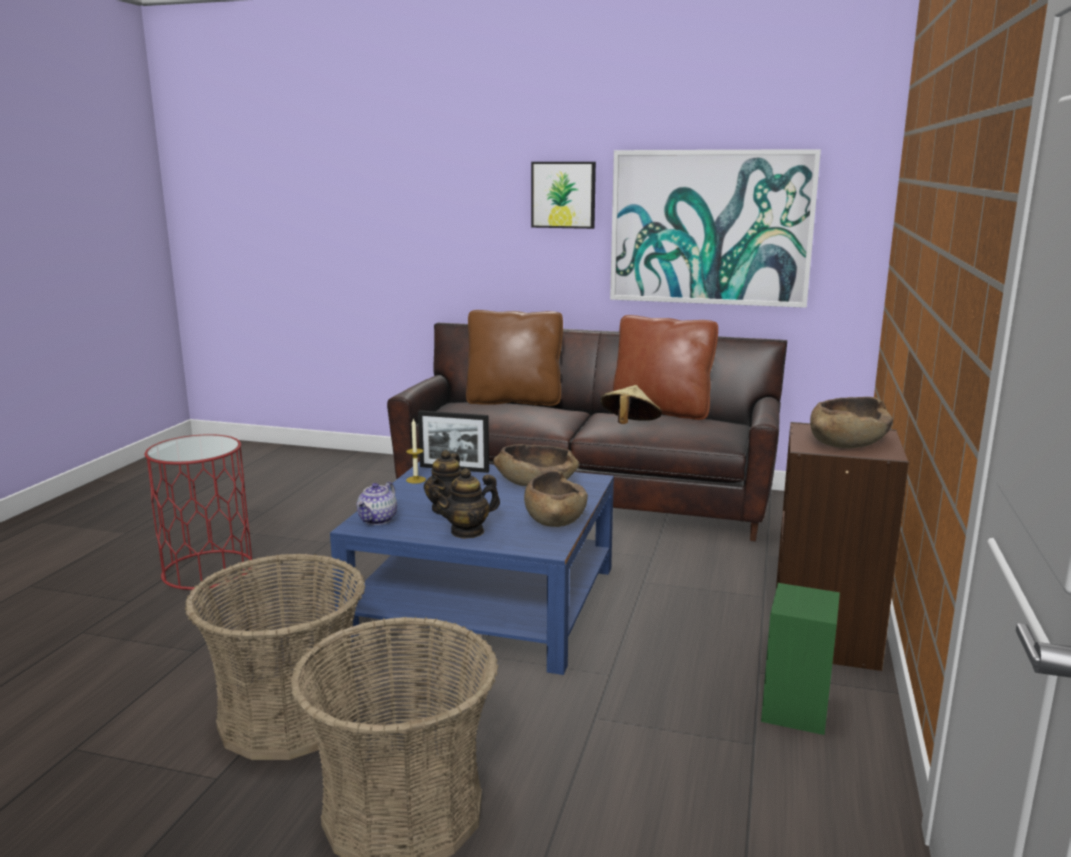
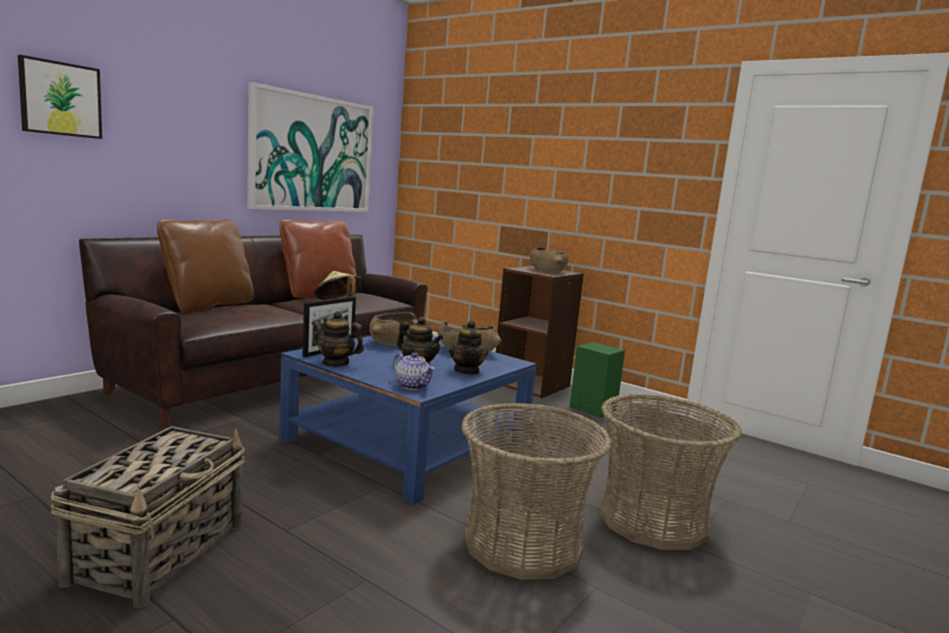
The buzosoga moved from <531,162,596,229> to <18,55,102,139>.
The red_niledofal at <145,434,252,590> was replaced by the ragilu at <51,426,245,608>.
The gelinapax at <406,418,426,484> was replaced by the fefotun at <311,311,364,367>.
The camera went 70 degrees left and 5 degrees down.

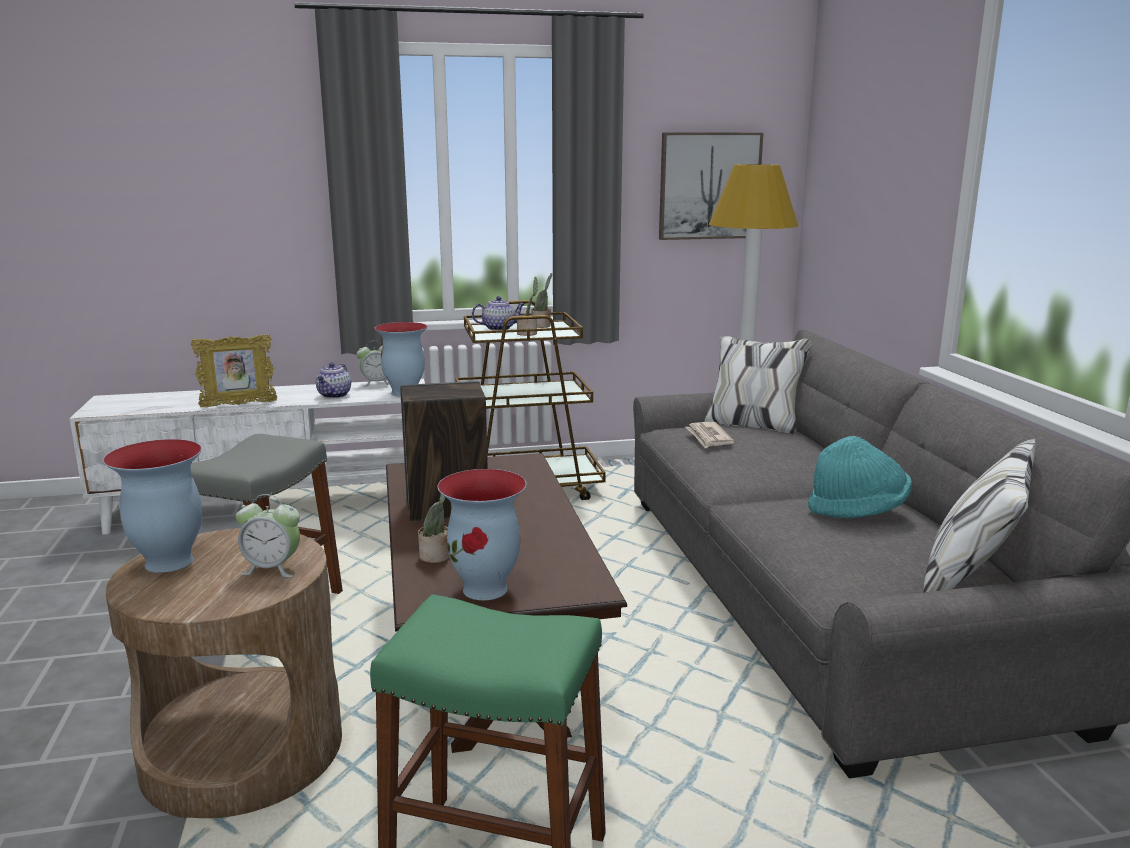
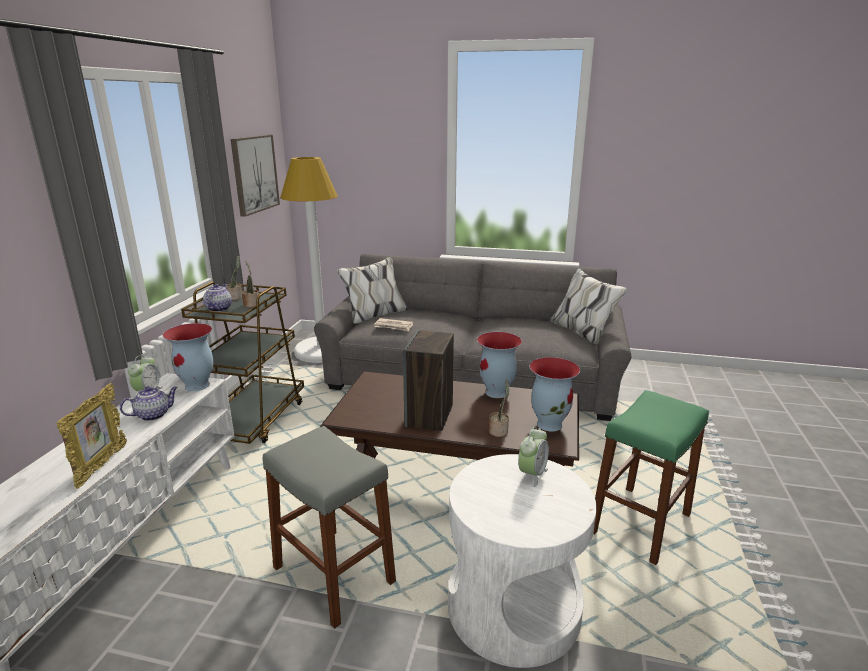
The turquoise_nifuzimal at <808,436,912,518> disappeared.
The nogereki moved from <103,439,202,573> to <477,332,522,398>.
The brown_niledofal at <106,528,342,818> became the white_niledofal at <448,454,597,668>.
The fefotun at <316,362,351,398> turned 75 degrees counterclockwise.
The camera went 65 degrees left and 5 degrees up.

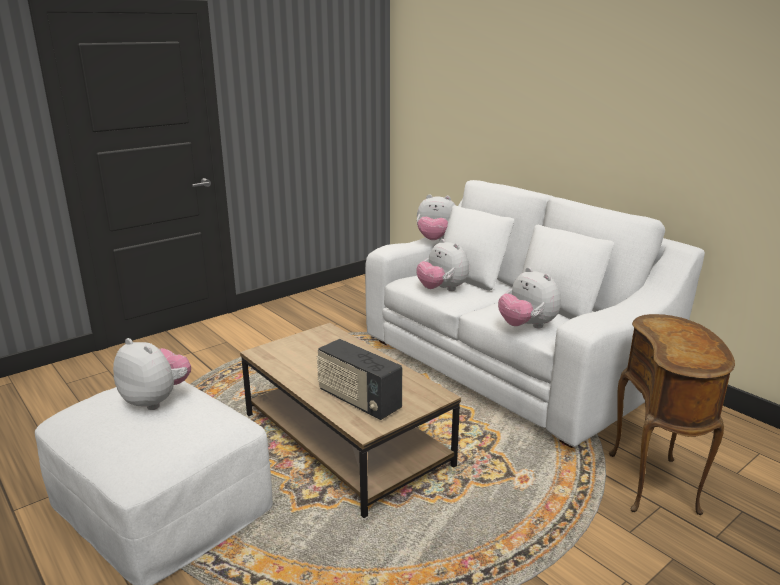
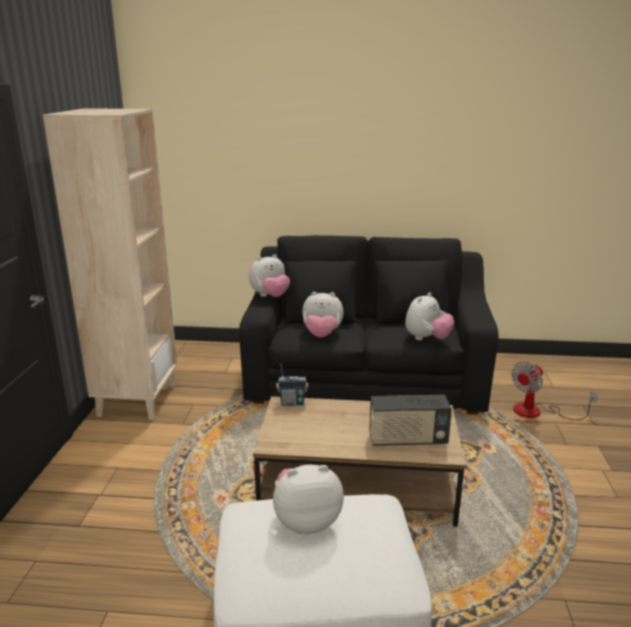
The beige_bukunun at <43,108,177,420> appeared.
The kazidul at <276,364,308,406> appeared.
The brown_niledofal at <609,314,735,515> was replaced by the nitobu at <511,362,598,420>.
The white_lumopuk at <365,180,705,448> became the black_lumopuk at <239,235,499,414>.
The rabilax at <498,267,561,328> turned 60 degrees counterclockwise.
The camera went 45 degrees left and 0 degrees up.

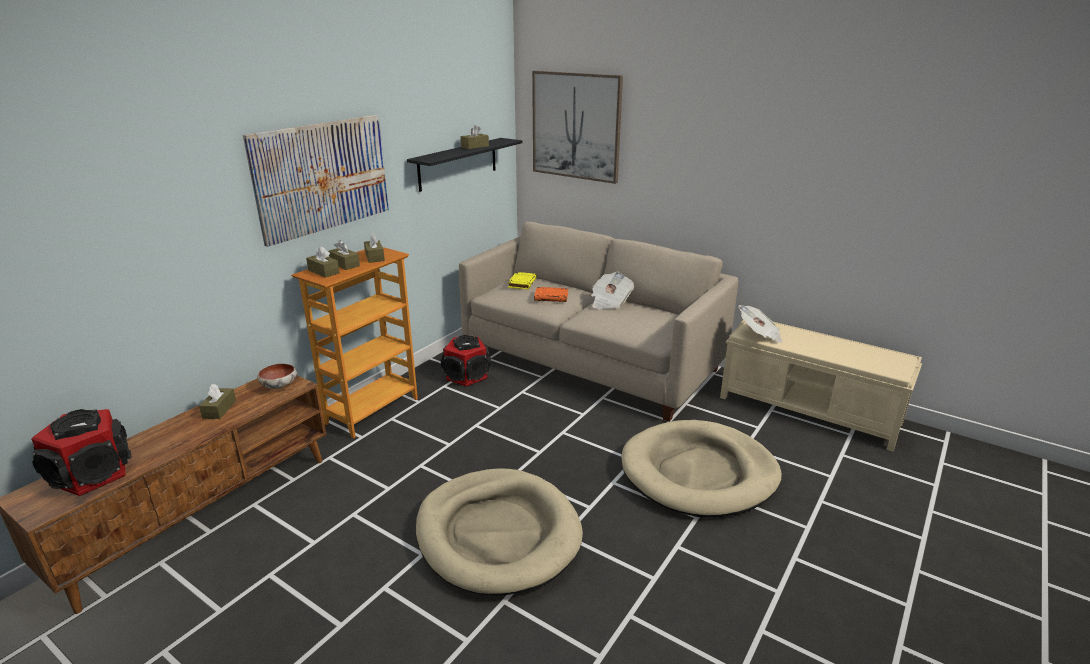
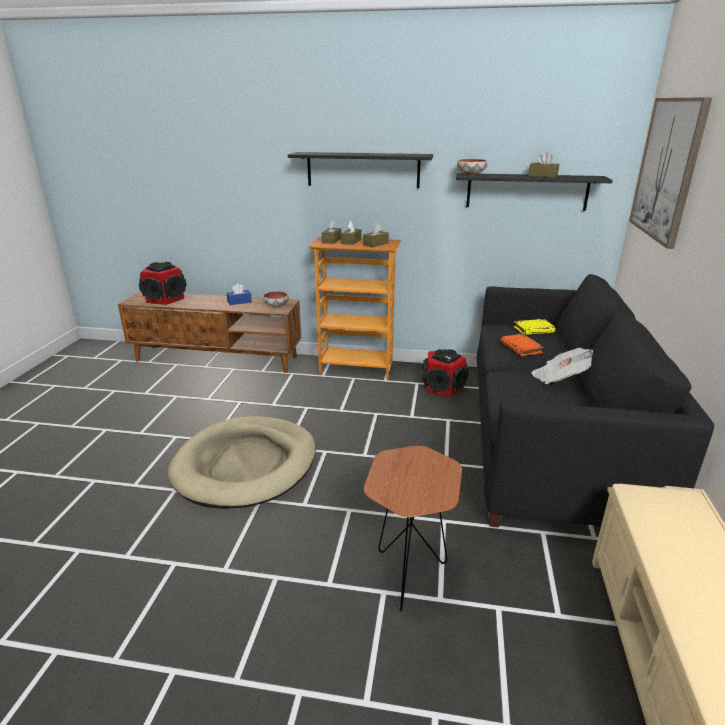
The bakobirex at <738,305,782,343> disappeared.
The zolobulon at <457,159,487,175> appeared.
The buzosoga at <243,115,389,247> was replaced by the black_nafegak at <288,152,433,188>.
The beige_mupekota at <622,420,782,518> was replaced by the brown_niledofal at <364,445,462,612>.
The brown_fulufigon at <199,384,236,419> became the blue_fulufigon at <227,284,252,305>.
The beige_lumopuk at <459,222,738,422> became the black_lumopuk at <477,274,714,527>.
The camera went 65 degrees right and 0 degrees up.

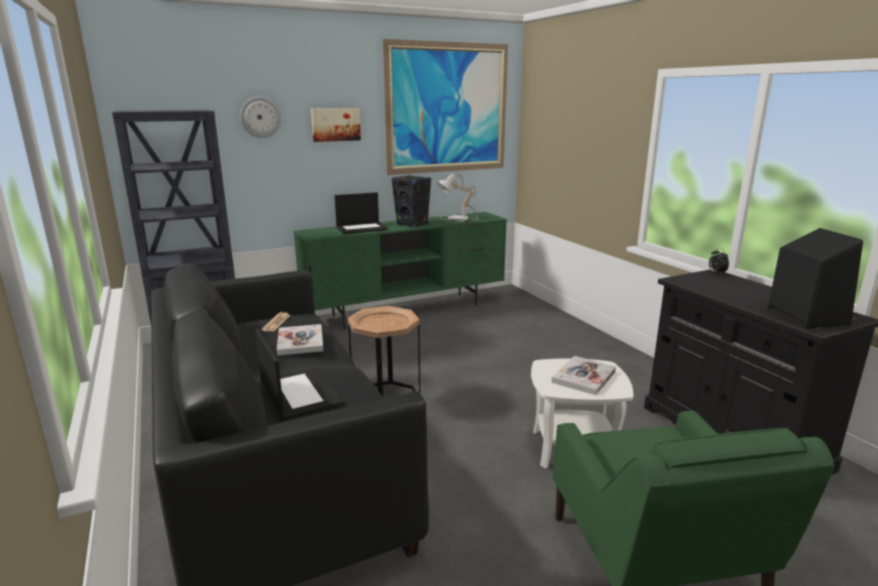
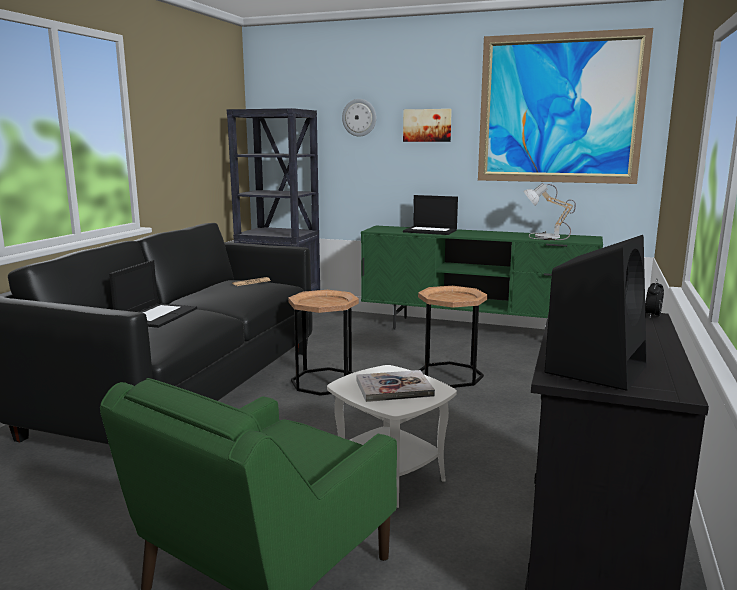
The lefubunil at <277,324,323,356> disappeared.
The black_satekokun at <391,175,431,228> disappeared.
The brown_niledofal at <418,286,488,388> appeared.
The camera went 45 degrees right and 5 degrees down.

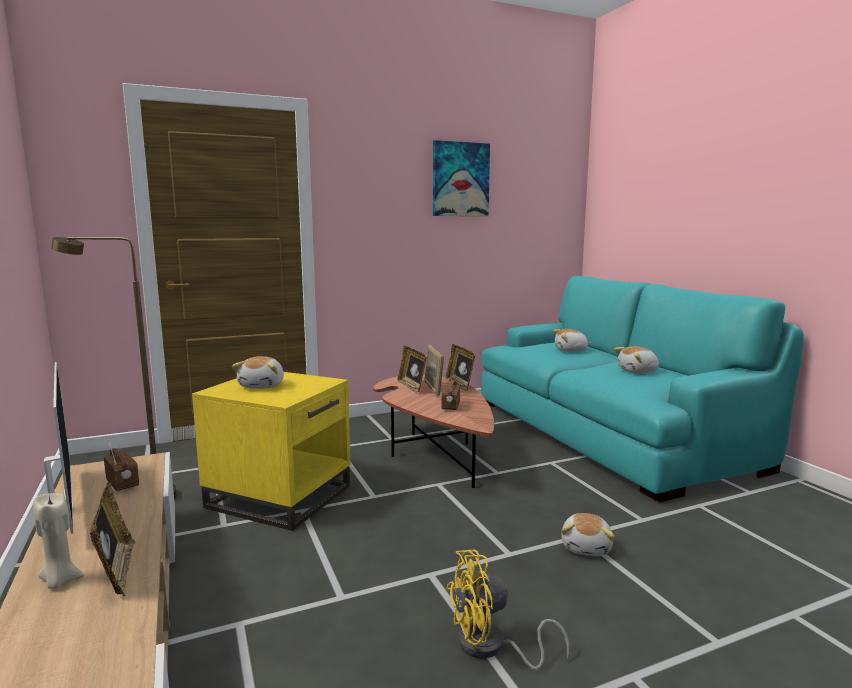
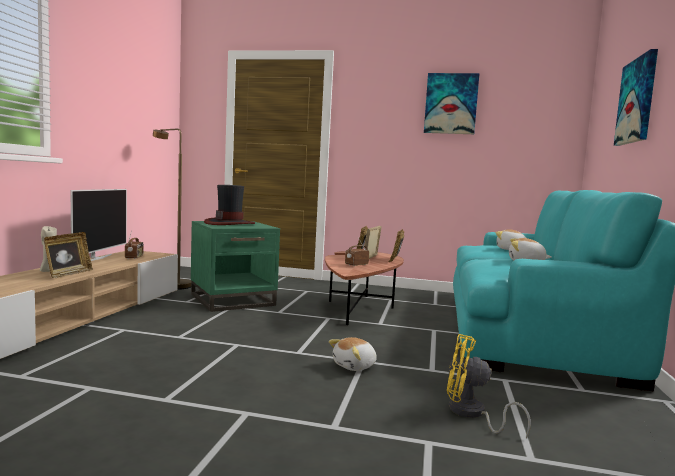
The buzosoga at <614,49,658,146> appeared.
The yellow_nitobu moved from <446,550,570,670> to <447,334,531,438>.
The rabilax at <232,356,284,389> was replaced by the nifuzimal at <204,185,255,225>.
The yellow_niledofal at <192,372,350,531> became the green_niledofal at <191,221,280,312>.
The camera went 35 degrees right and 5 degrees down.

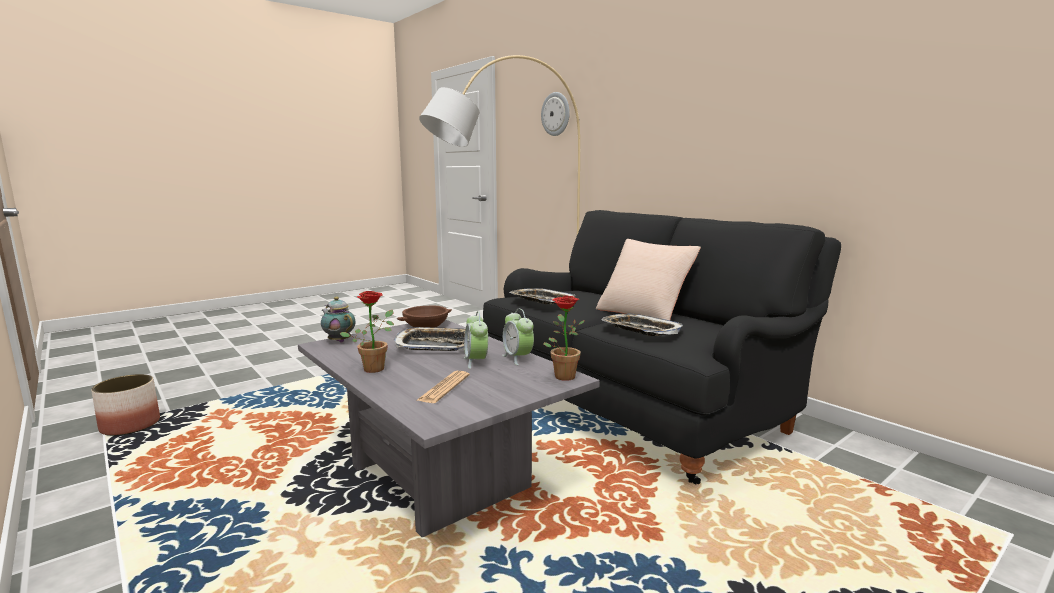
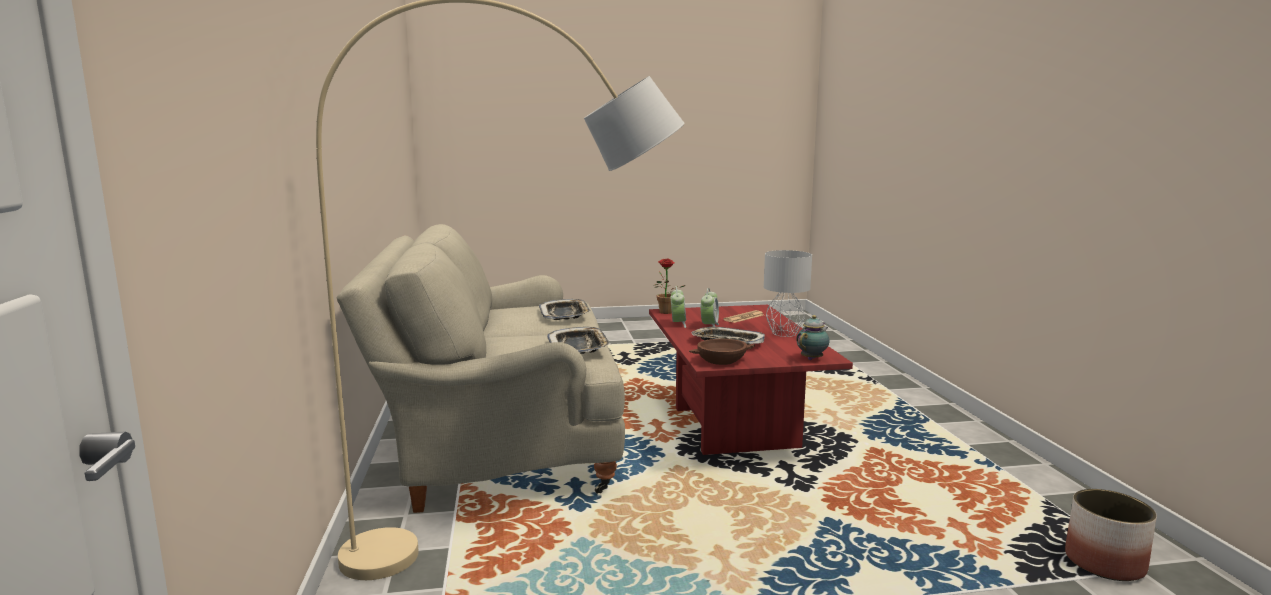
The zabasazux at <541,92,570,136> disappeared.
The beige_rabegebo at <596,239,701,320> disappeared.
The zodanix at <339,291,394,373> was replaced by the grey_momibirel at <764,250,812,337>.
The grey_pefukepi at <298,320,600,538> became the red_pefukepi at <649,305,853,455>.
The black_lumopuk at <483,210,841,485> became the beige_lumopuk at <336,224,625,513>.
The fefotun at <321,297,356,343> turned 120 degrees counterclockwise.
The camera went 150 degrees left and 0 degrees up.

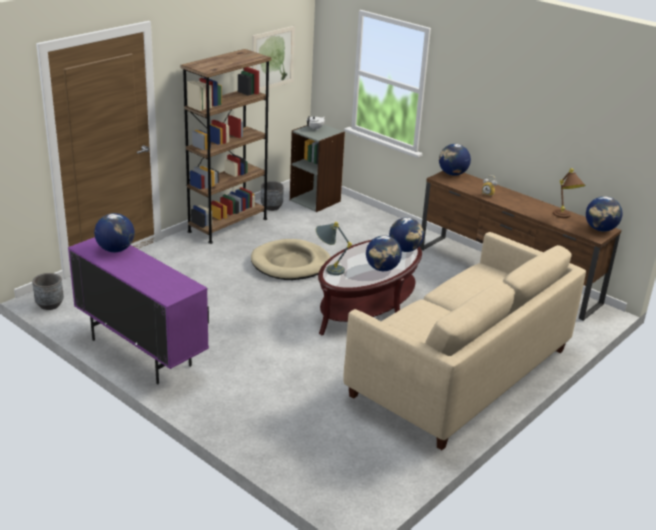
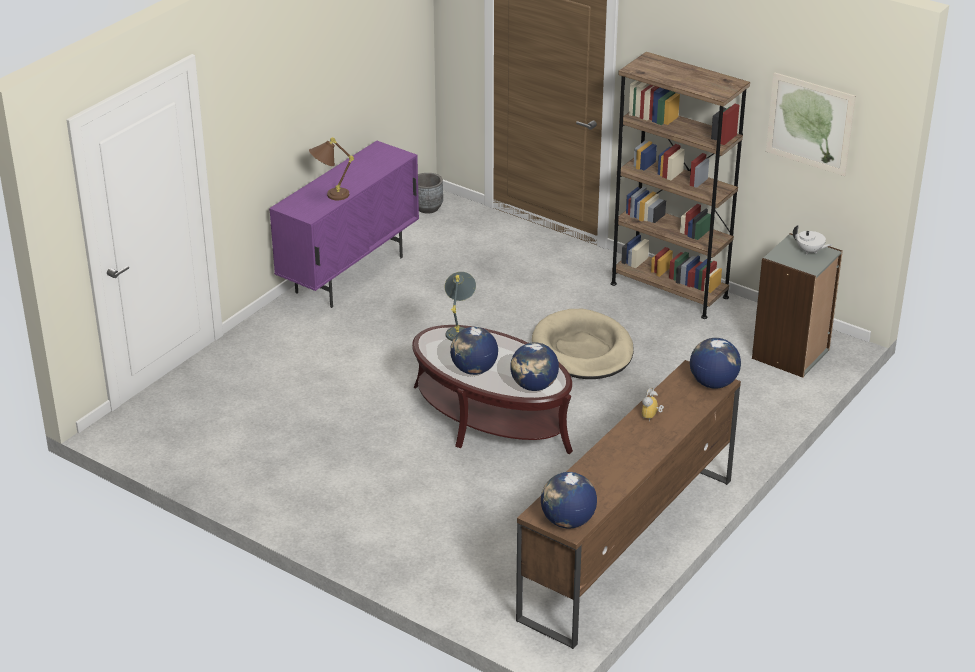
The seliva at <94,213,135,252> disappeared.
The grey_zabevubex at <261,181,284,211> disappeared.
The beige_lumopuk at <344,232,586,450> disappeared.
The brown_momibirel moved from <553,168,586,218> to <309,137,354,200>.
The camera went 85 degrees right and 5 degrees up.

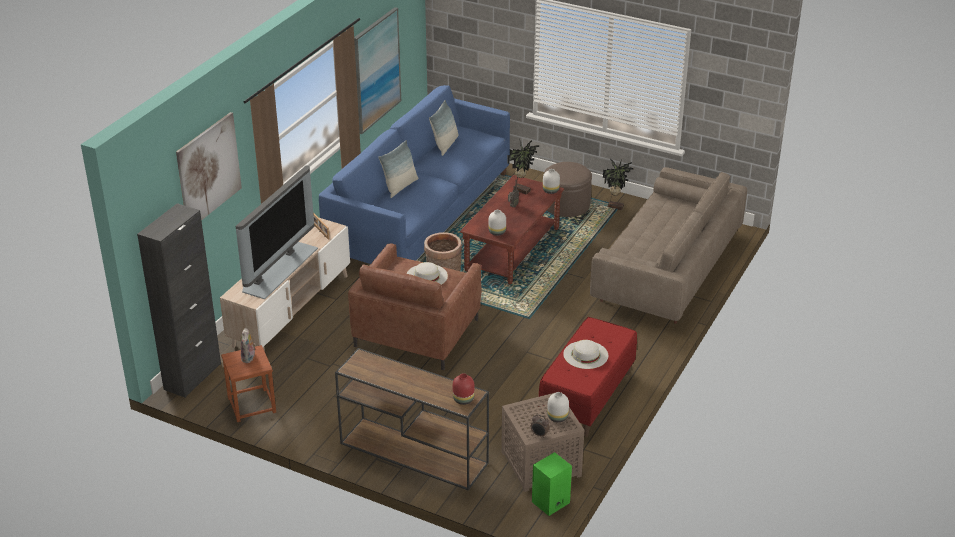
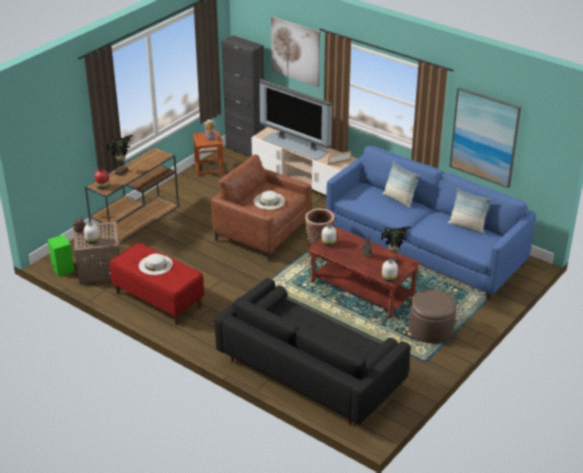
The zodanix moved from <603,158,634,210> to <107,135,133,176>.
The beige_lumopuk at <590,167,747,324> became the black_lumopuk at <215,278,411,426>.
The camera went 100 degrees right and 0 degrees up.

